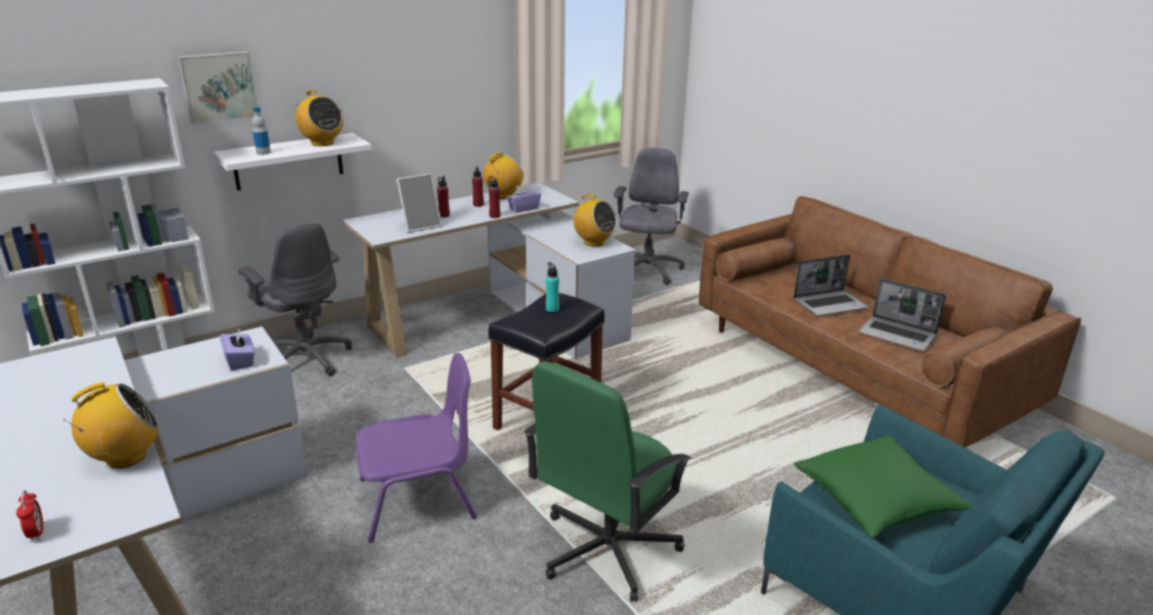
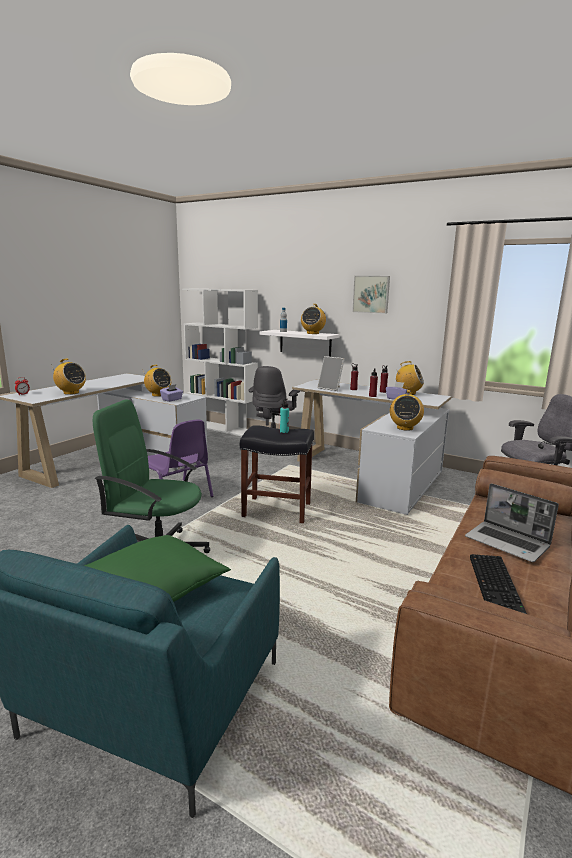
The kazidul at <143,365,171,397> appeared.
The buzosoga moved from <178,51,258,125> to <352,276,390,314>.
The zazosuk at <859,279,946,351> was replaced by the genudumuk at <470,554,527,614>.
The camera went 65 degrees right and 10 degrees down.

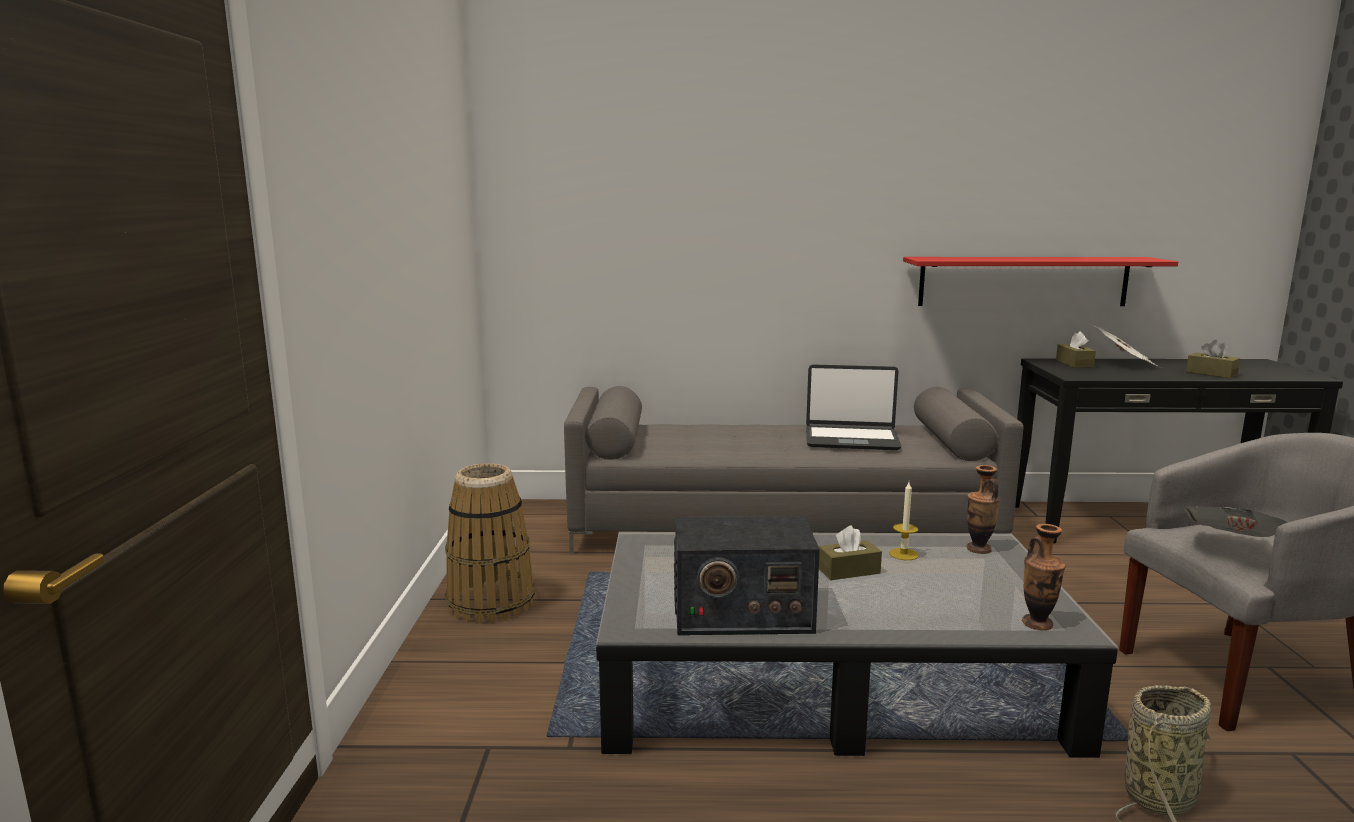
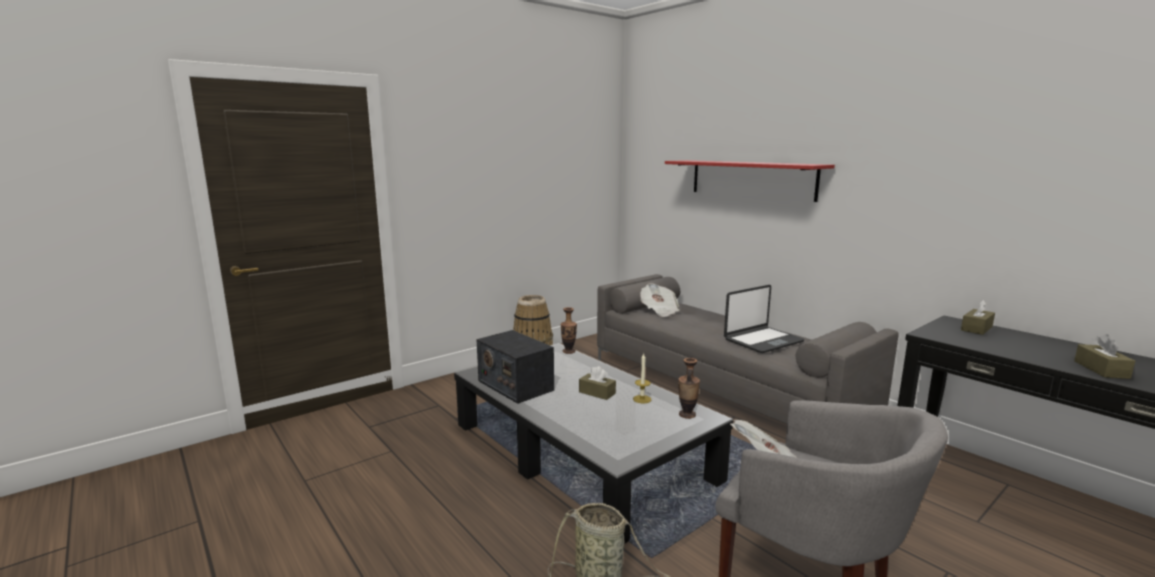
The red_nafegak moved from <903,257,1178,306> to <665,160,835,202>.
The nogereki moved from <1022,524,1066,630> to <561,307,577,354>.
The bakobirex moved from <1093,325,1162,368> to <640,283,680,317>.
The zazosuk at <806,365,902,450> turned 90 degrees counterclockwise.
The camera went 50 degrees right and 0 degrees up.

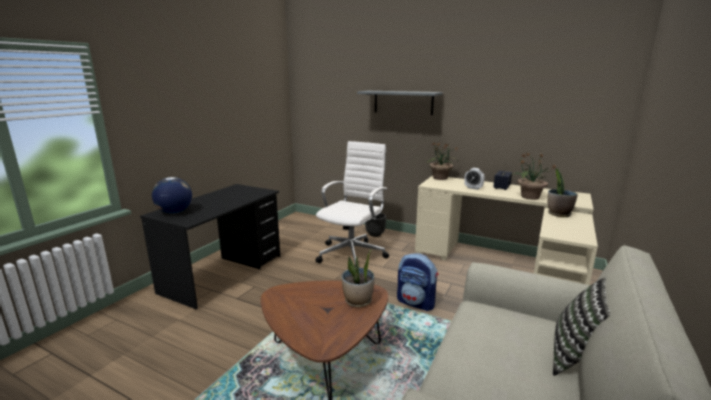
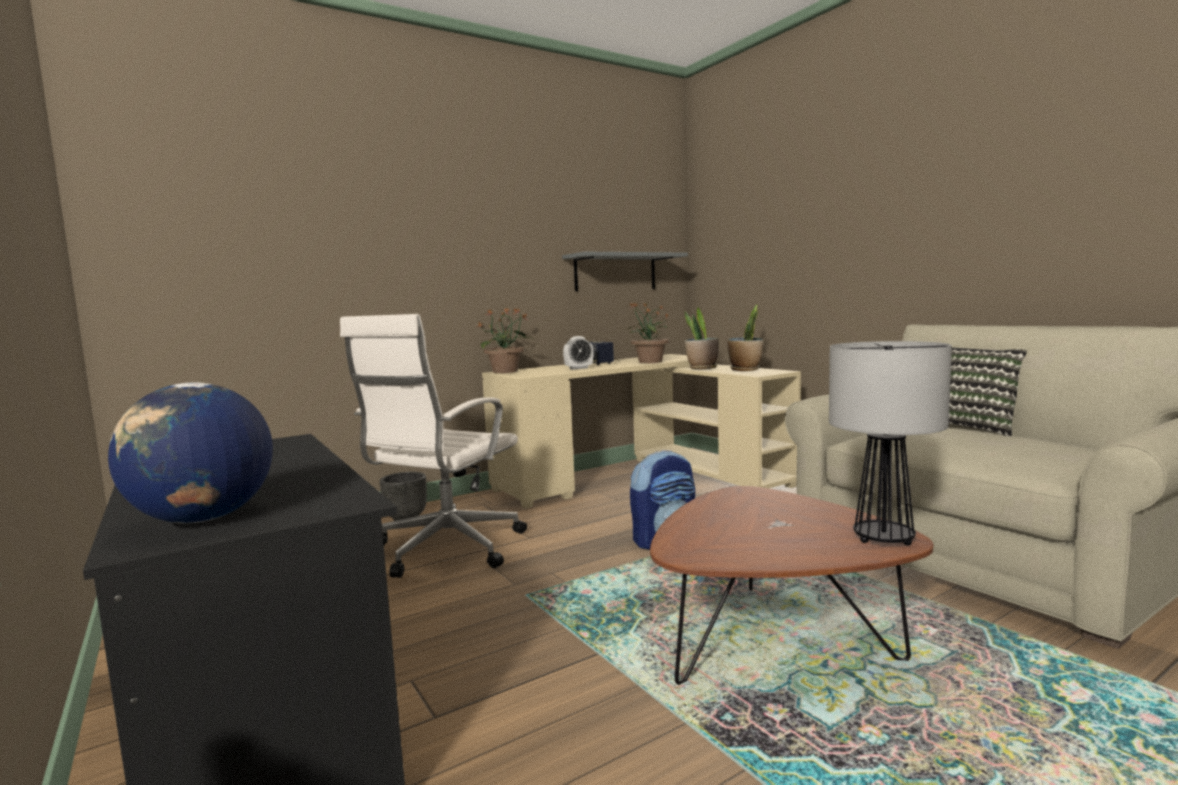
The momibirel at <829,341,952,545> appeared.
The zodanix moved from <341,249,374,307> to <727,305,763,371>.
The grey_nafegak moved from <357,91,443,115> to <562,252,688,291>.
The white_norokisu at <315,141,389,268> turned 120 degrees counterclockwise.
The camera went 60 degrees left and 10 degrees down.

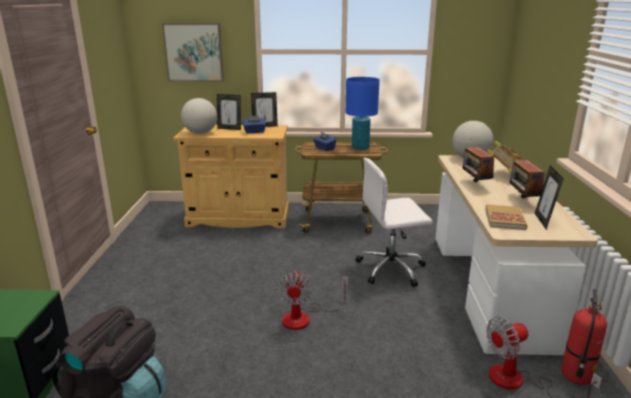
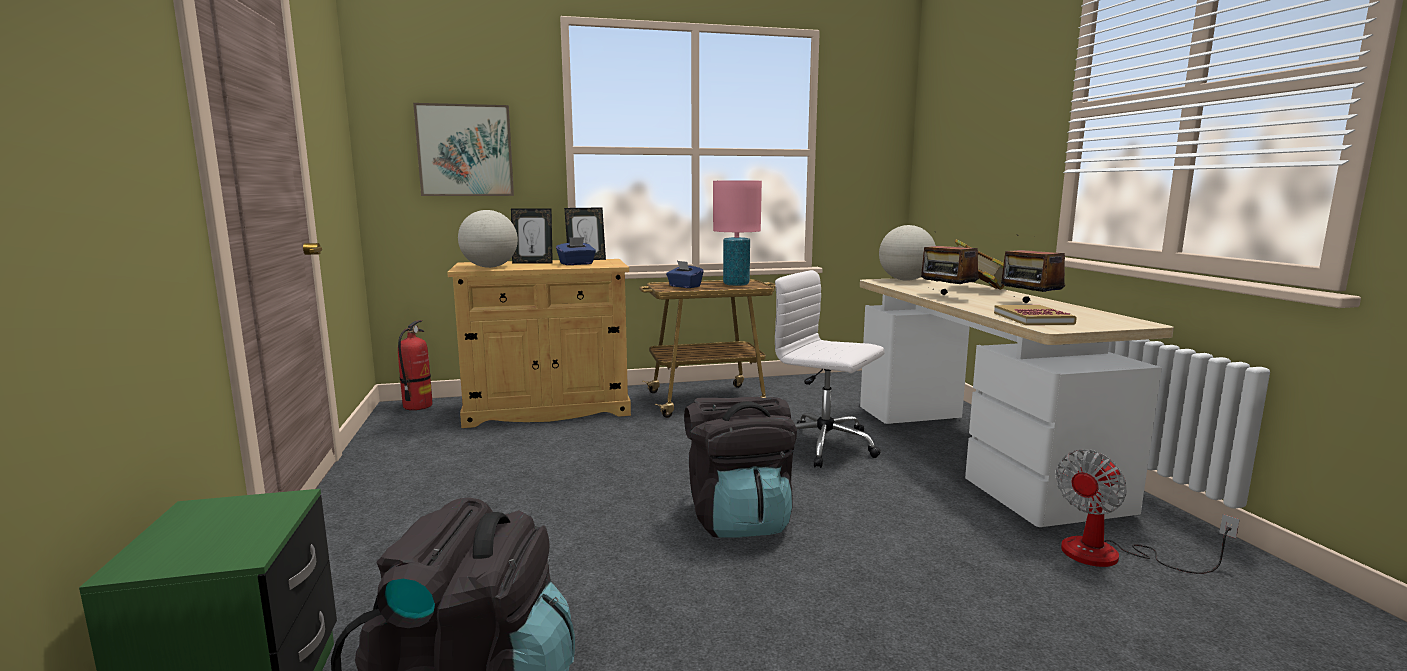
The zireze at <535,165,564,229> disappeared.
The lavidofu moved from <561,289,607,385> to <398,320,432,410>.
The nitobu at <276,270,348,330> was replaced by the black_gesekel at <684,397,797,538>.
The blue_momibirel at <346,77,380,150> became the pink_momibirel at <713,181,762,286>.
The white_norokisu at <355,158,433,287> turned 60 degrees clockwise.
The camera went 15 degrees left and 10 degrees down.

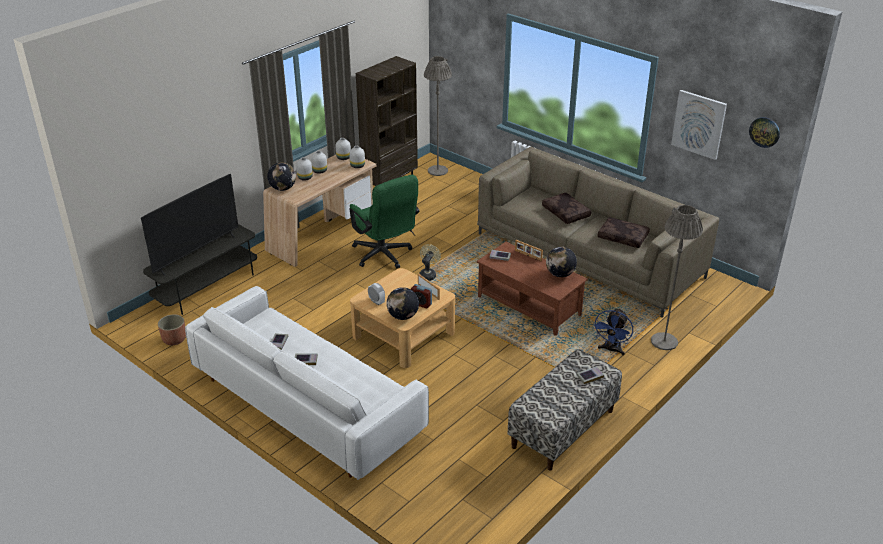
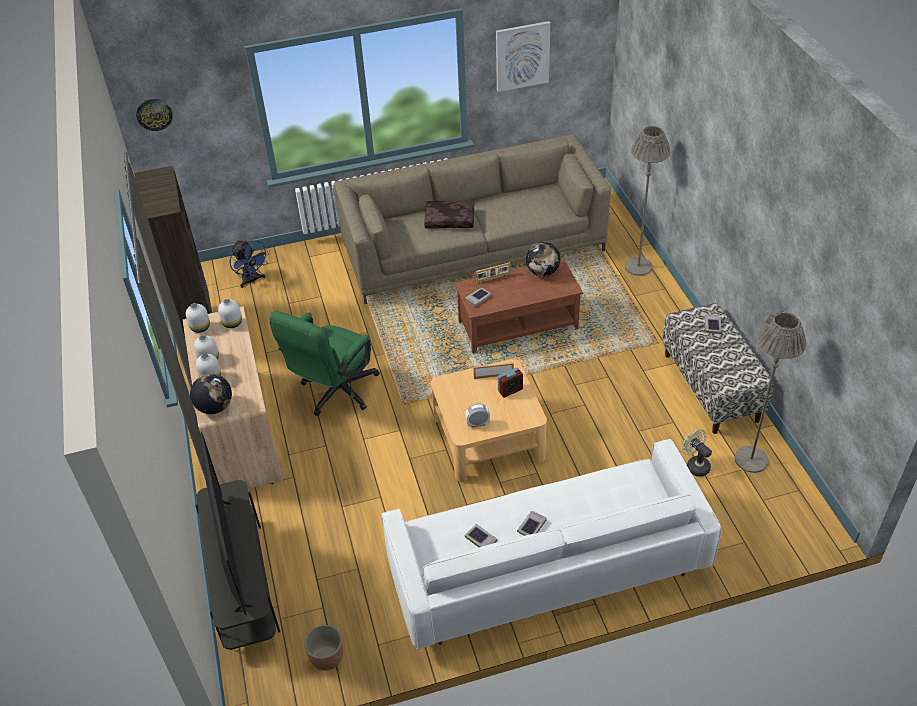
The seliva at <386,287,419,320> disappeared.
The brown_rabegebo at <598,217,650,248> disappeared.
The beige_nitobu moved from <419,244,441,281> to <682,429,712,477>.
The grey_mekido moved from <424,56,452,176> to <734,310,807,473>.
The blue_nitobu moved from <593,308,633,355> to <229,240,269,288>.
The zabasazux moved from <749,117,780,148> to <136,99,173,131>.
The green_norokisu at <349,175,419,268> turned 120 degrees clockwise.
The camera went 55 degrees left and 10 degrees up.

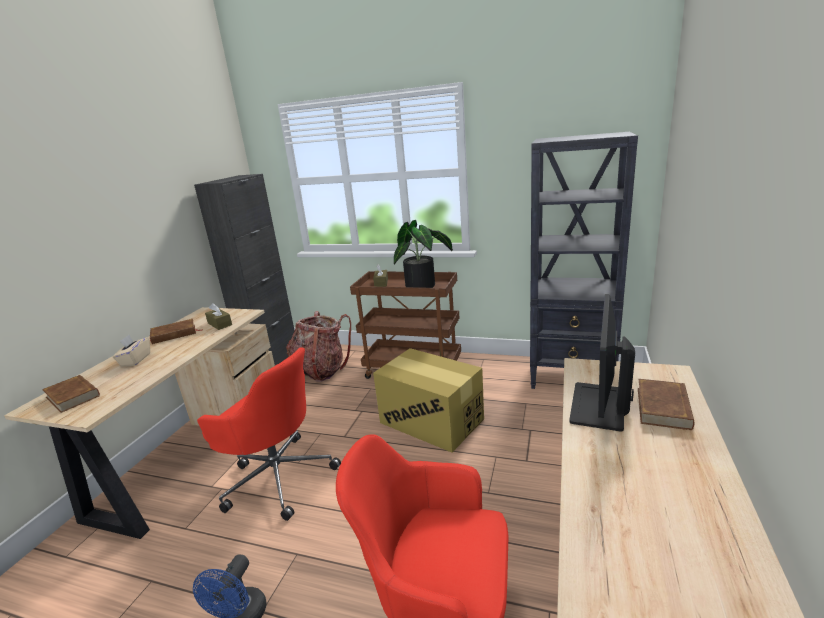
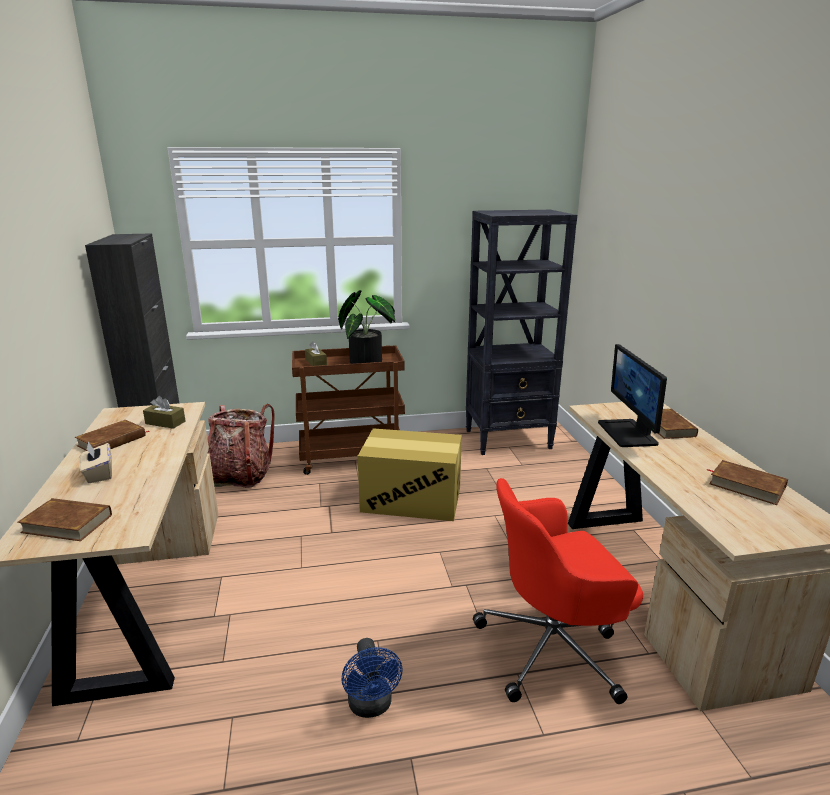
The red_norokisu at <197,347,341,521> disappeared.
The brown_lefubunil at <707,460,788,505> appeared.
The camera went 30 degrees left and 0 degrees up.

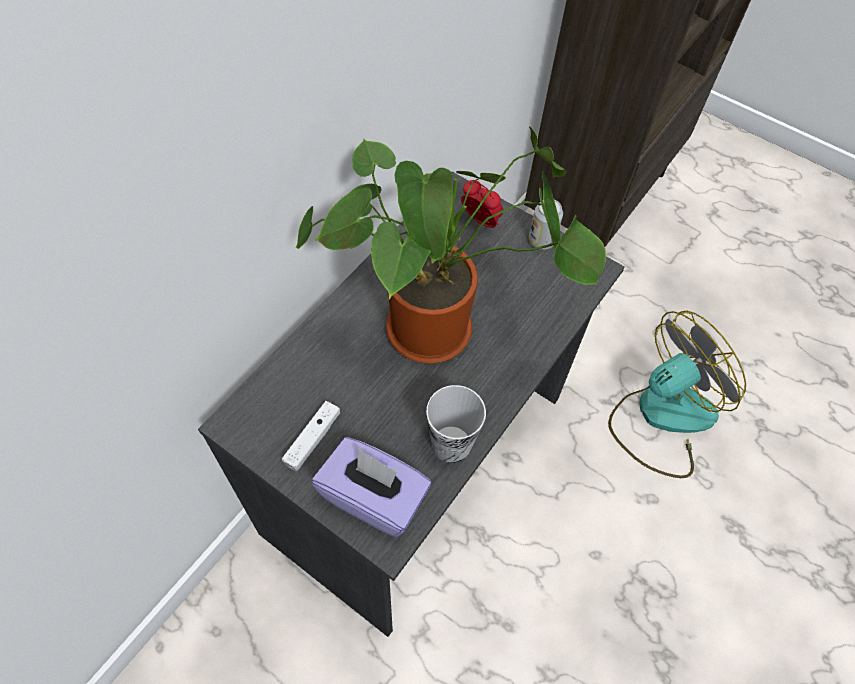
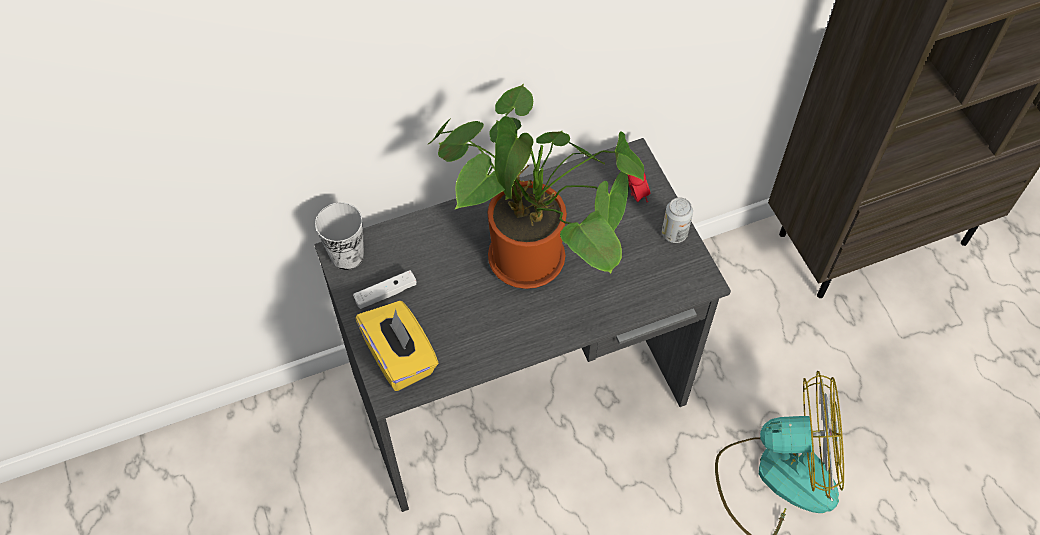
The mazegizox moved from <426,385,486,463> to <315,202,364,270>.
The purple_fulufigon at <312,437,431,538> became the yellow_fulufigon at <355,301,439,391>.
The camera went 35 degrees right and 0 degrees up.

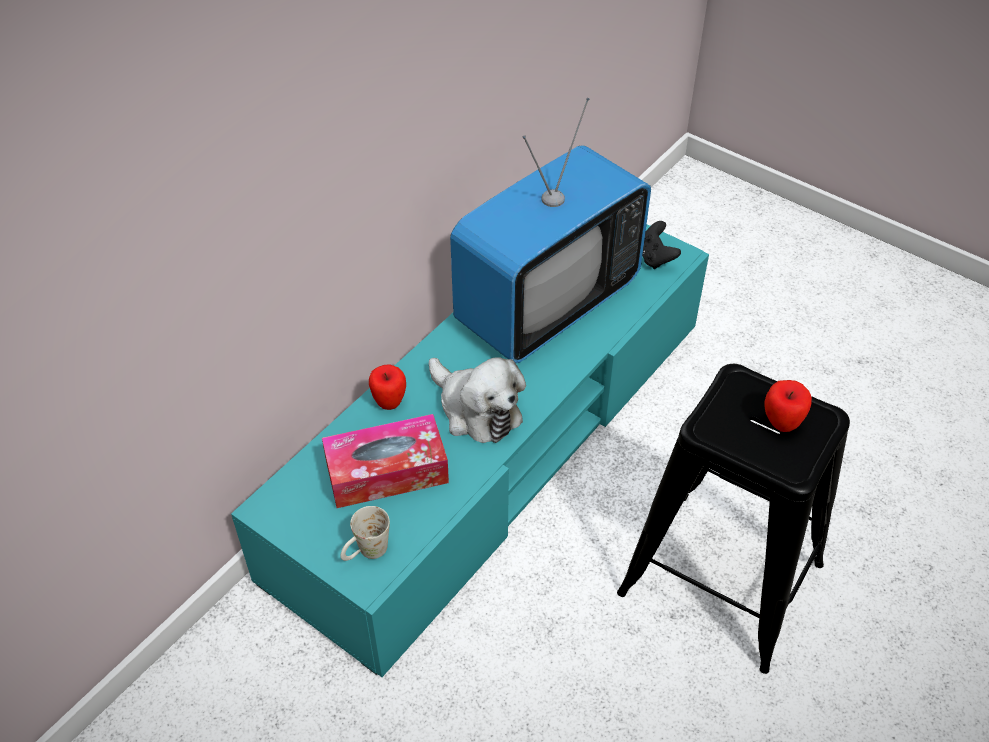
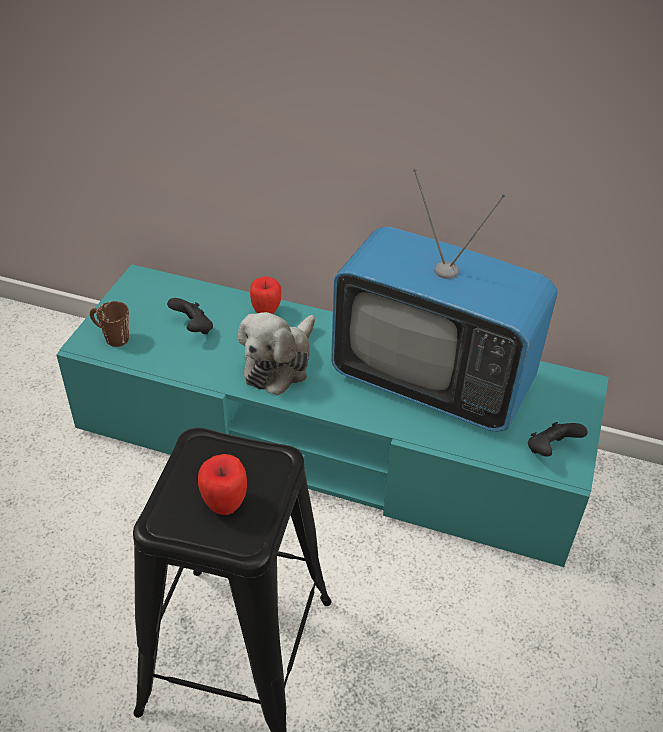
The fulufigon at <322,414,449,508> was replaced by the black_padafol at <167,298,213,334>.
The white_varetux at <340,506,390,561> became the brown_varetux at <90,301,129,347>.
The camera went 70 degrees right and 5 degrees down.

